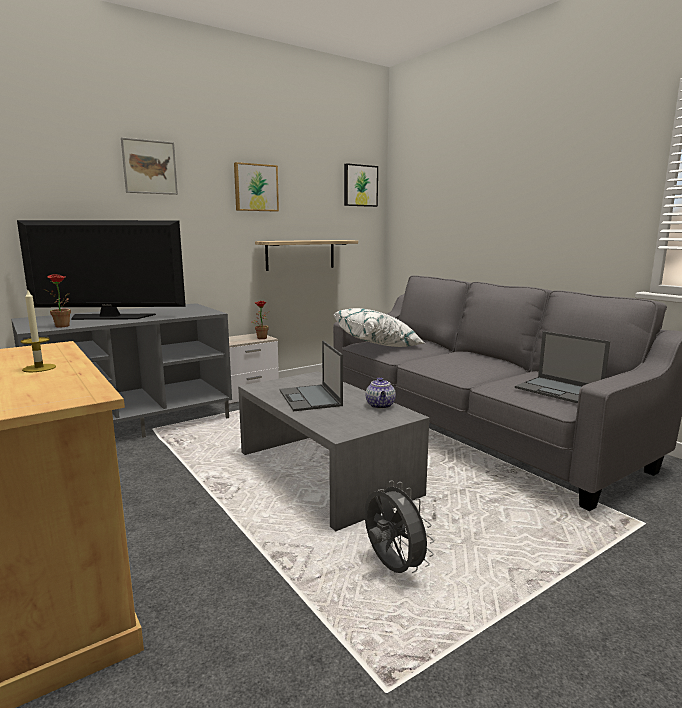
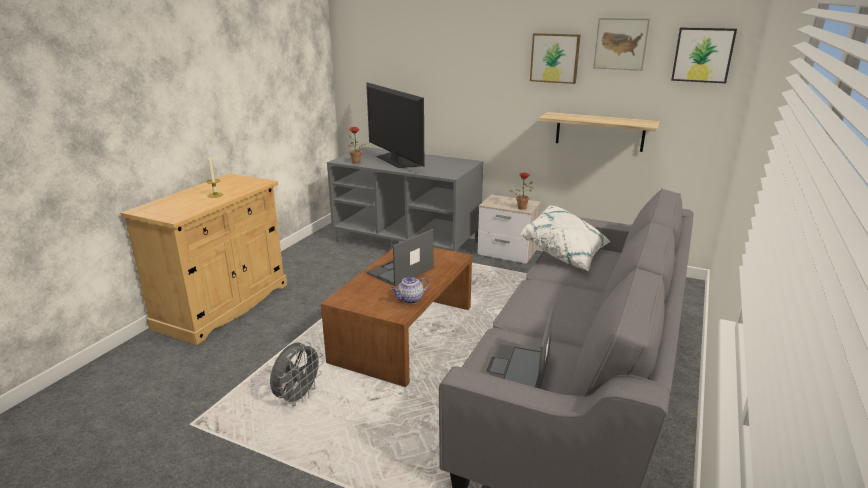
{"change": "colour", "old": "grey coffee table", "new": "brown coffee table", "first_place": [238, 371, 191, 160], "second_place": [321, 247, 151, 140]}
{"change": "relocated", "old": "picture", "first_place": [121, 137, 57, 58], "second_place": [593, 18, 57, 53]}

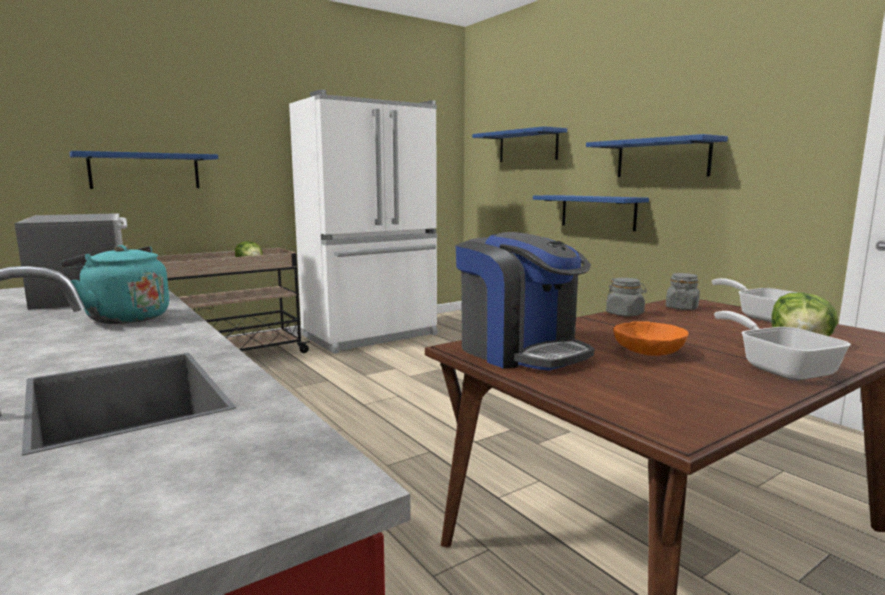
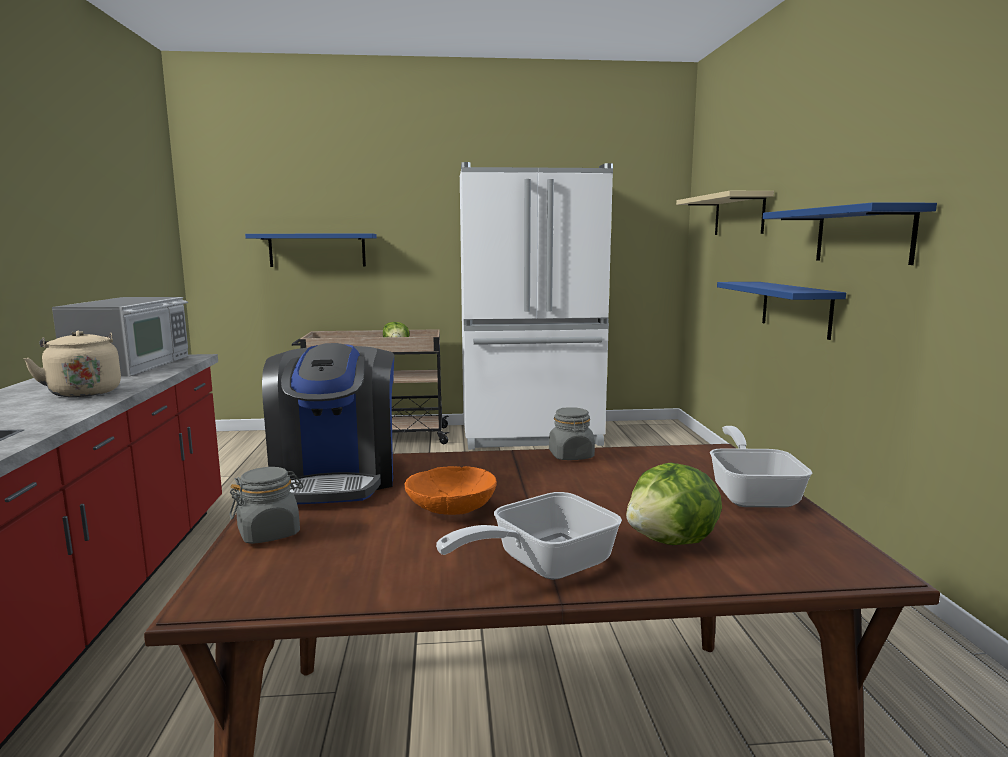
{"change": "colour", "old": "turquoise kettle", "new": "beige kettle", "first_place": [61, 245, 108, 79], "second_place": [23, 331, 98, 66]}
{"change": "relocated", "old": "grey jar", "first_place": [666, 273, 34, 37], "second_place": [229, 467, 75, 77]}
{"change": "spun", "old": "frying pan", "first_place": [714, 311, 137, 70], "second_place": [436, 492, 186, 88], "degrees": -135}
{"change": "colour", "old": "blue shelf", "new": "beige shelf", "first_place": [472, 126, 95, 36], "second_place": [676, 191, 98, 44]}

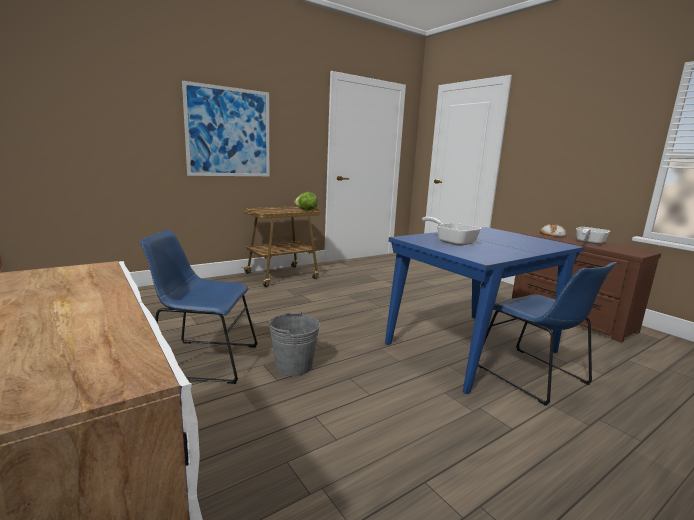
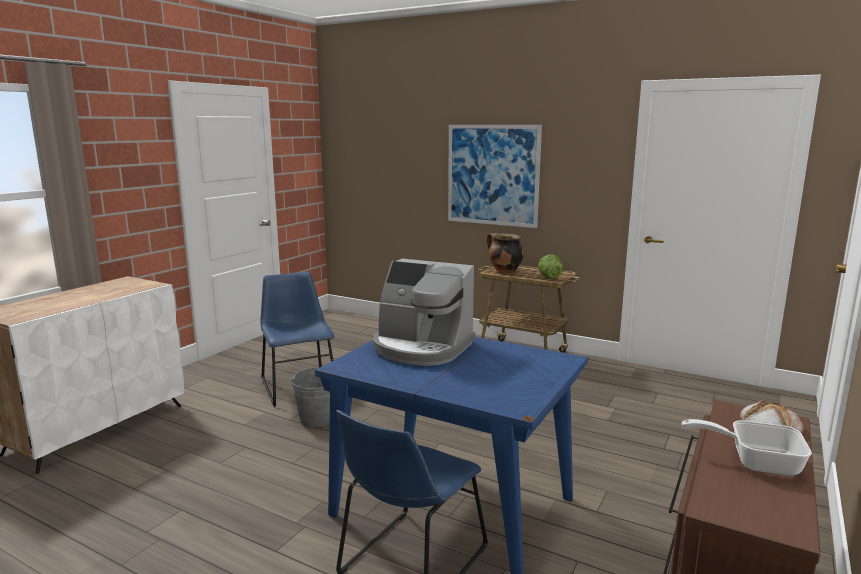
{"change": "exchanged", "old": "frying pan", "new": "coffee machine", "first_place": [422, 217, 59, 29], "second_place": [373, 259, 102, 107]}
{"change": "appeared", "new": "cooking pot", "second_place": [487, 233, 37, 41]}

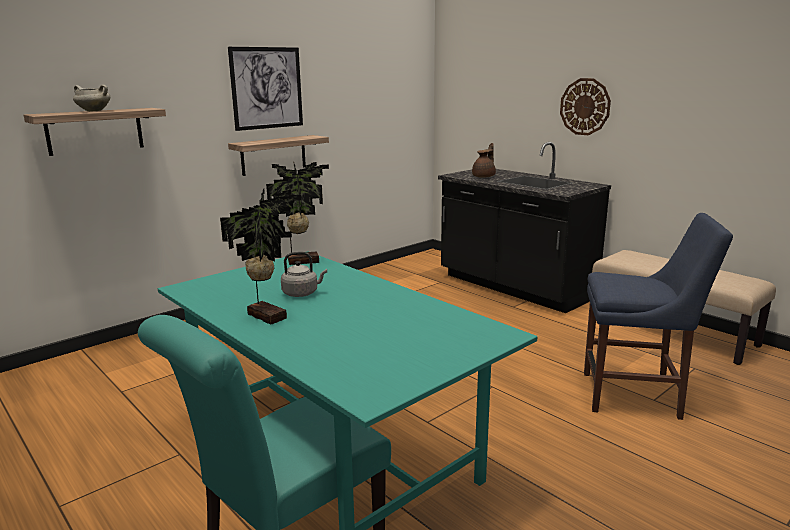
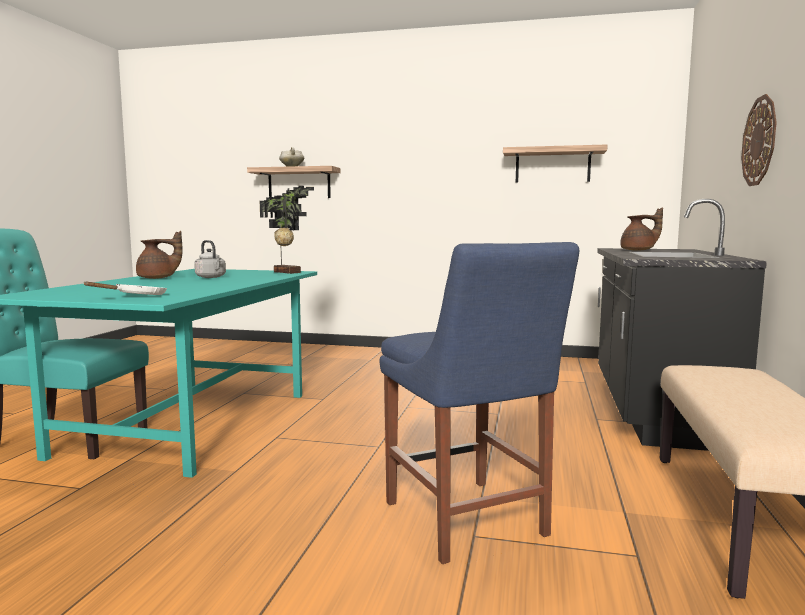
{"change": "appeared", "new": "white frying pan", "second_place": [83, 282, 84, 13]}
{"change": "exchanged", "old": "potted plant", "new": "brown teapot", "first_place": [220, 189, 81, 136], "second_place": [136, 231, 47, 48]}
{"change": "relocated", "old": "shelf", "first_place": [228, 135, 101, 41], "second_place": [503, 145, 105, 38]}
{"change": "missing", "old": "picture", "first_place": [228, 47, 75, 84]}

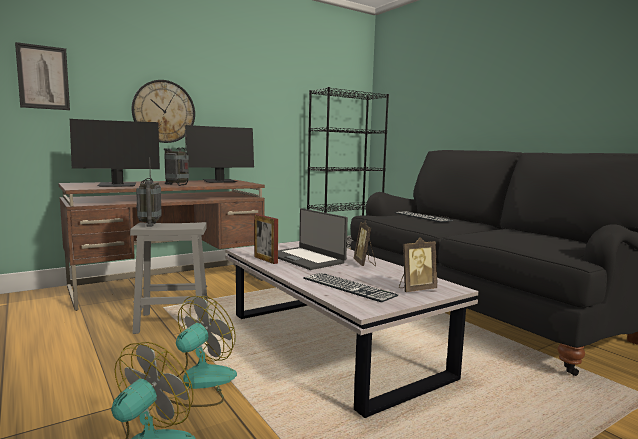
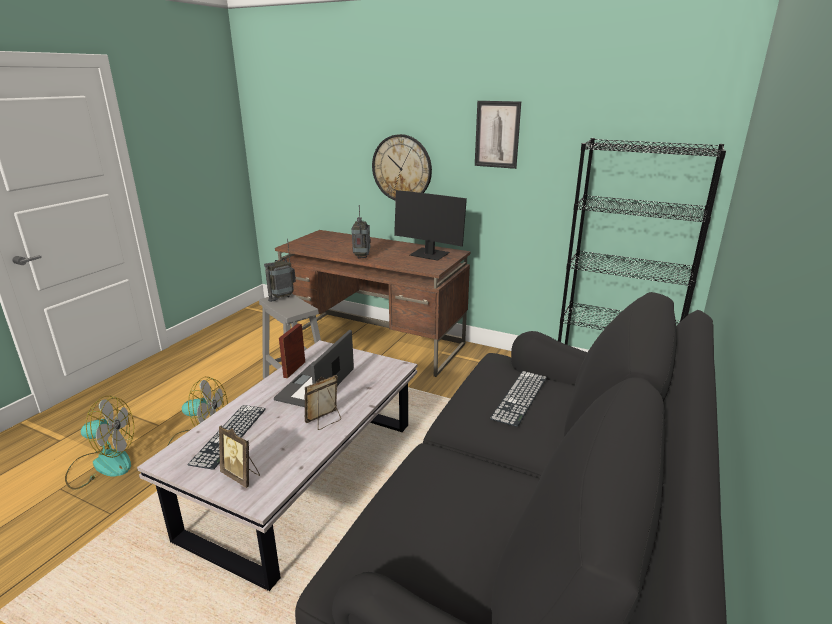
{"change": "relocated", "old": "picture", "first_place": [15, 42, 55, 68], "second_place": [475, 101, 46, 68]}
{"change": "missing", "old": "monitor", "first_place": [70, 119, 90, 68]}

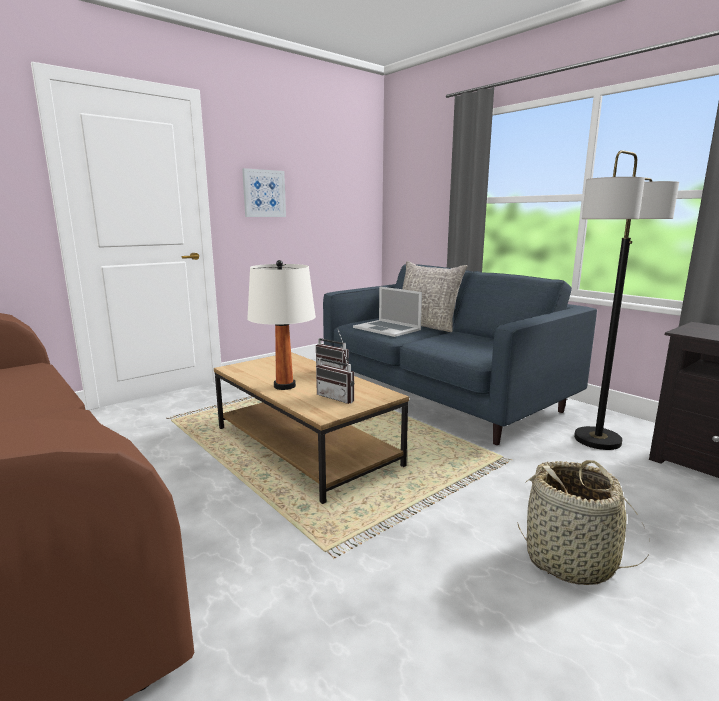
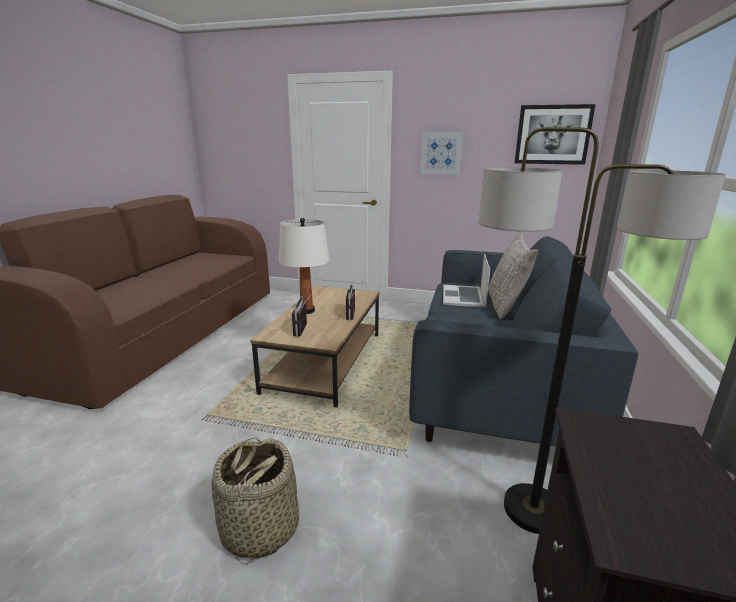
{"change": "appeared", "new": "picture", "second_place": [514, 104, 82, 61]}

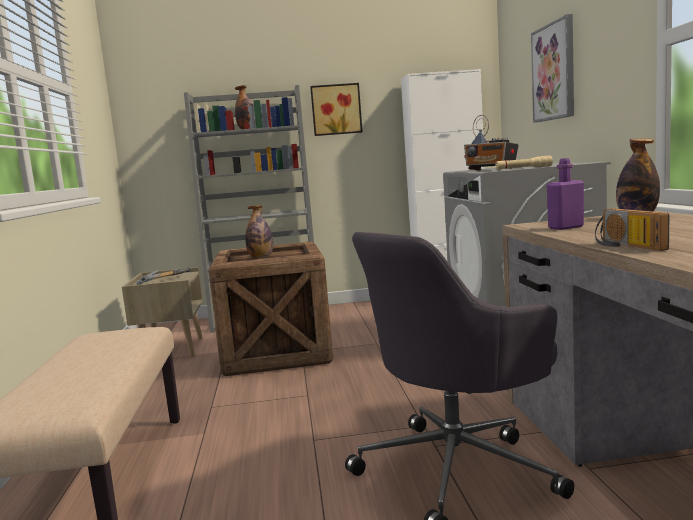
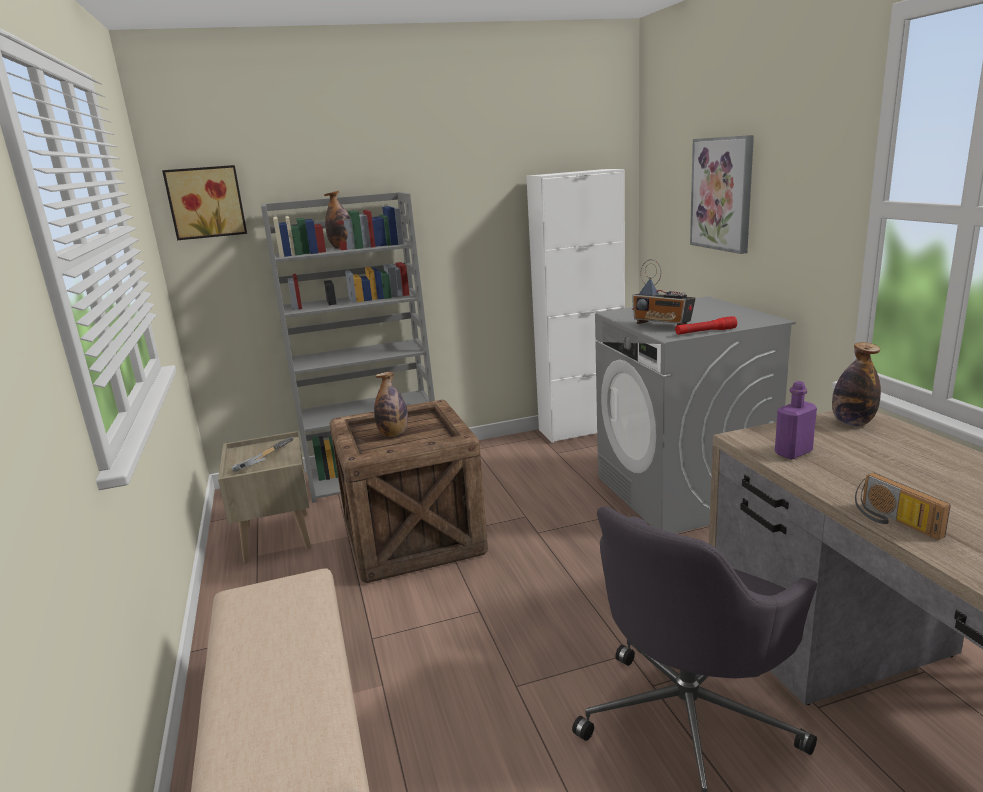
{"change": "relocated", "old": "picture", "first_place": [310, 83, 52, 53], "second_place": [162, 165, 85, 75]}
{"change": "colour", "old": "beige flashlight", "new": "red flashlight", "first_place": [495, 156, 58, 13], "second_place": [675, 316, 62, 19]}

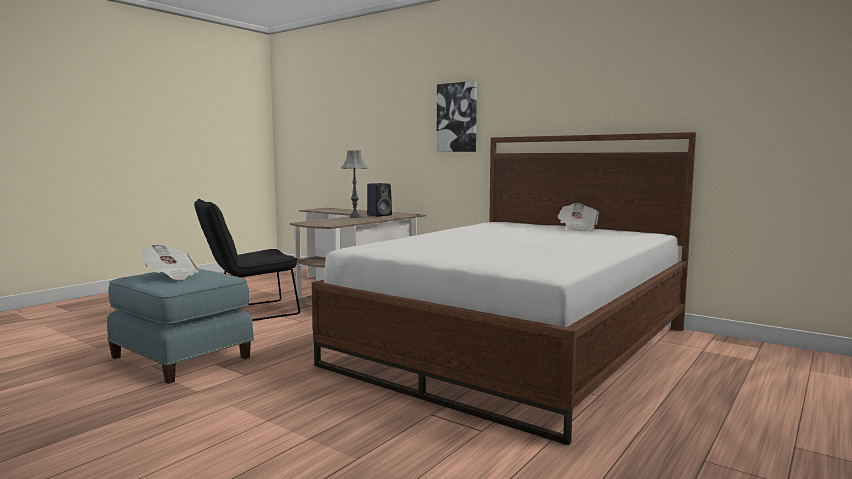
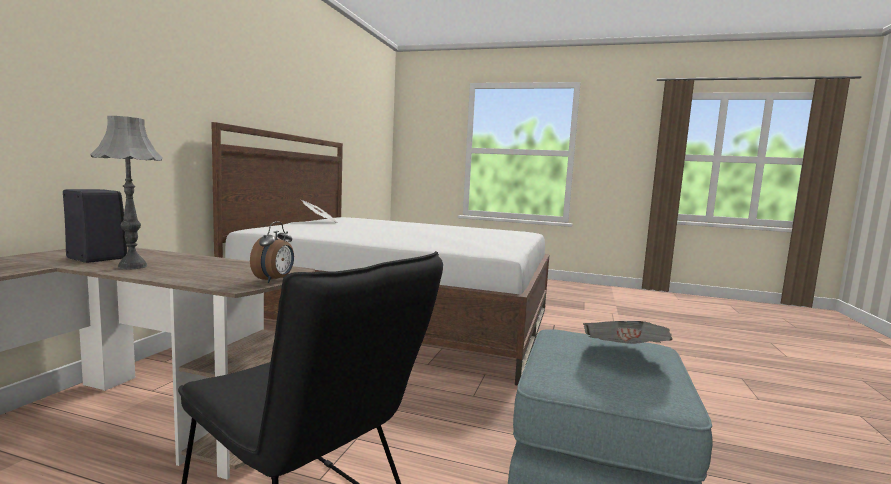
{"change": "appeared", "new": "alarm clock", "second_place": [250, 222, 44, 61]}
{"change": "missing", "old": "picture", "first_place": [437, 81, 40, 71]}

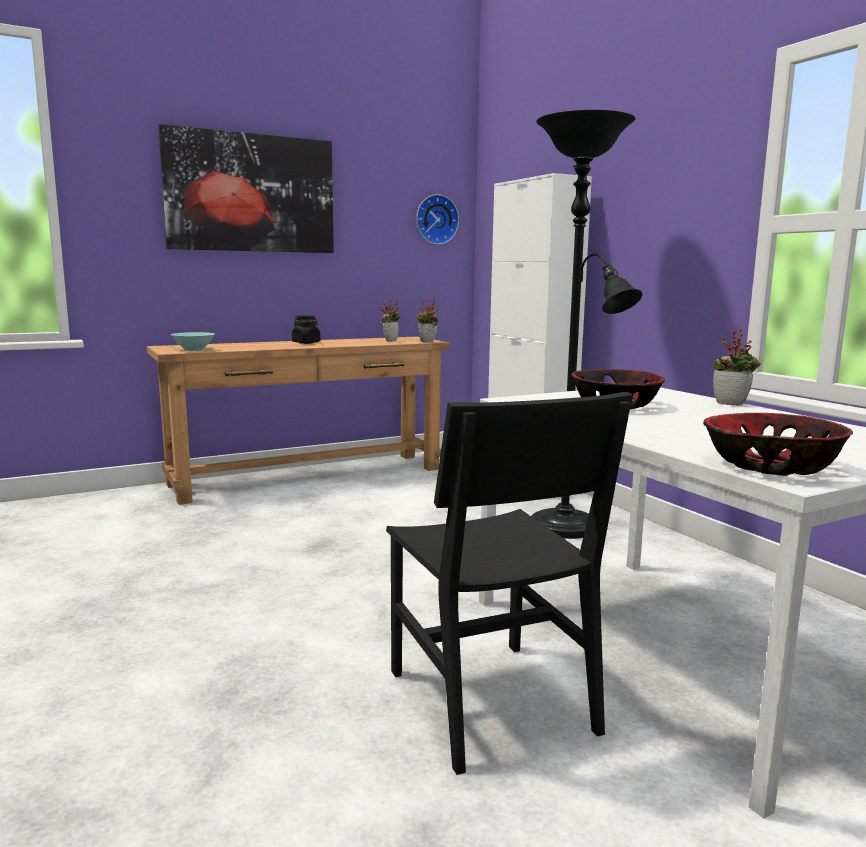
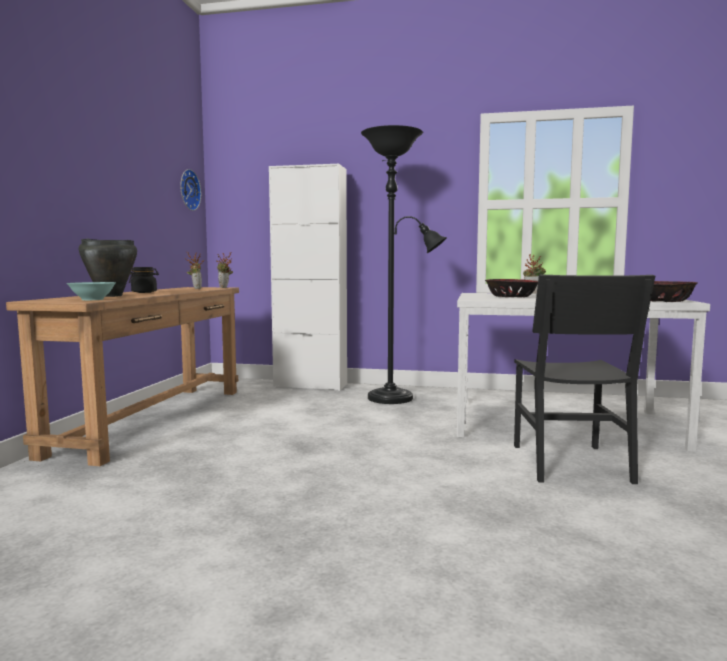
{"change": "appeared", "new": "black cooking pot", "second_place": [79, 239, 58, 58]}
{"change": "spun", "old": "black chair", "first_place": [386, 392, 247, 383], "second_place": [514, 274, 141, 210], "degrees": 75}
{"change": "missing", "old": "picture", "first_place": [158, 124, 176, 129]}

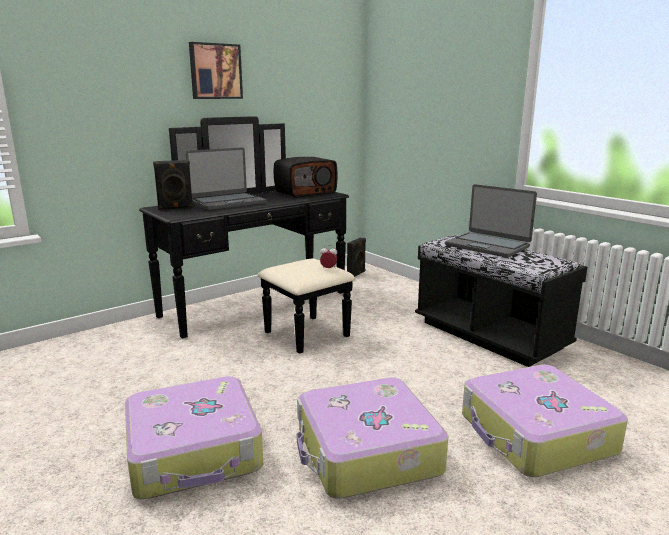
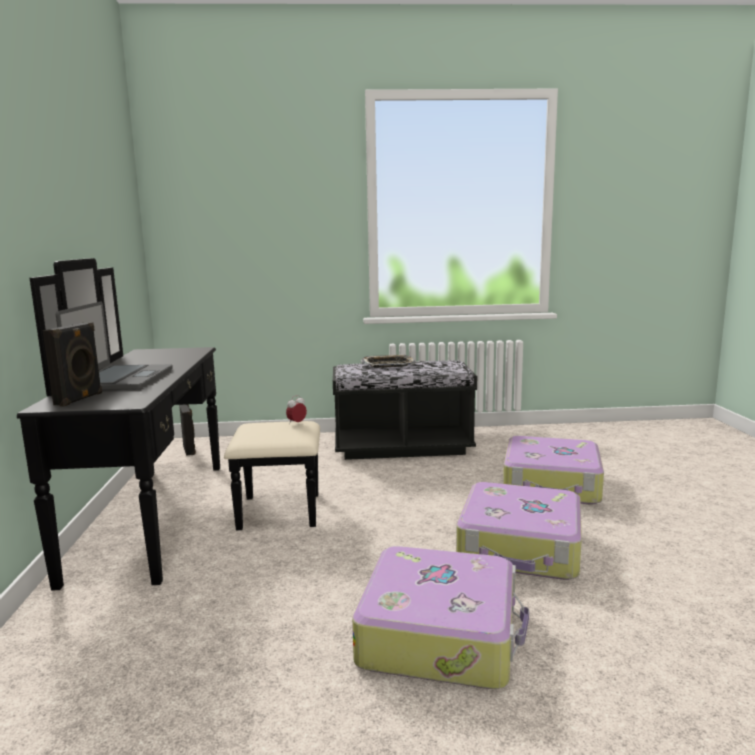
{"change": "exchanged", "old": "laptop", "new": "tray", "first_place": [445, 184, 92, 74], "second_place": [361, 354, 54, 14]}
{"change": "missing", "old": "picture", "first_place": [189, 42, 54, 57]}
{"change": "missing", "old": "radio", "first_place": [274, 157, 64, 41]}

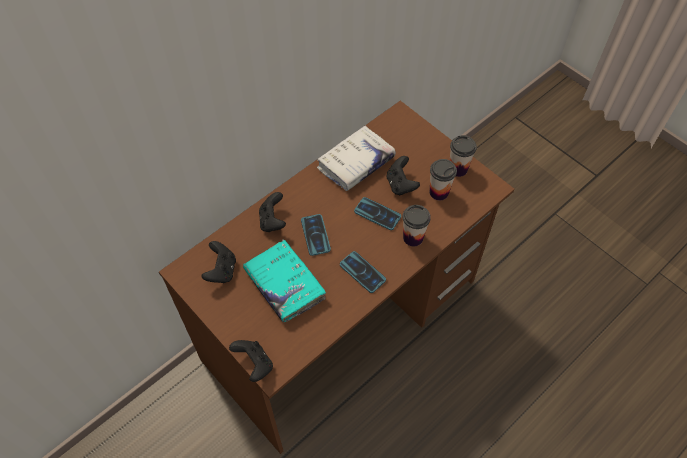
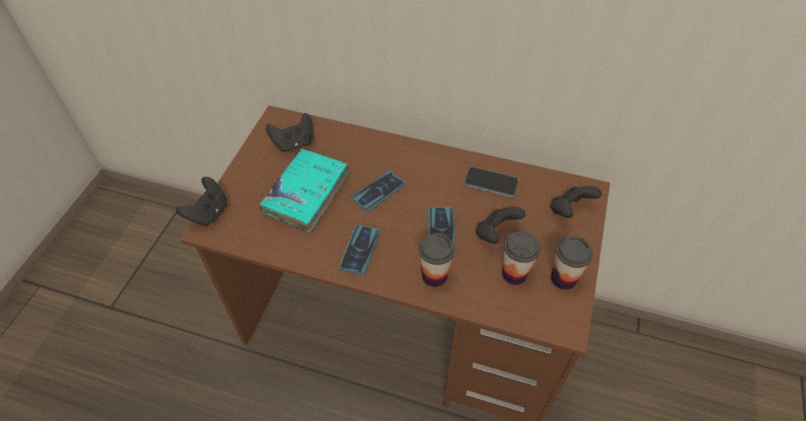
{"change": "exchanged", "old": "white book", "new": "phone", "first_place": [317, 126, 79, 65], "second_place": [464, 167, 55, 30]}
{"change": "relocated", "old": "black game controller", "first_place": [259, 192, 27, 40], "second_place": [550, 186, 52, 32]}

